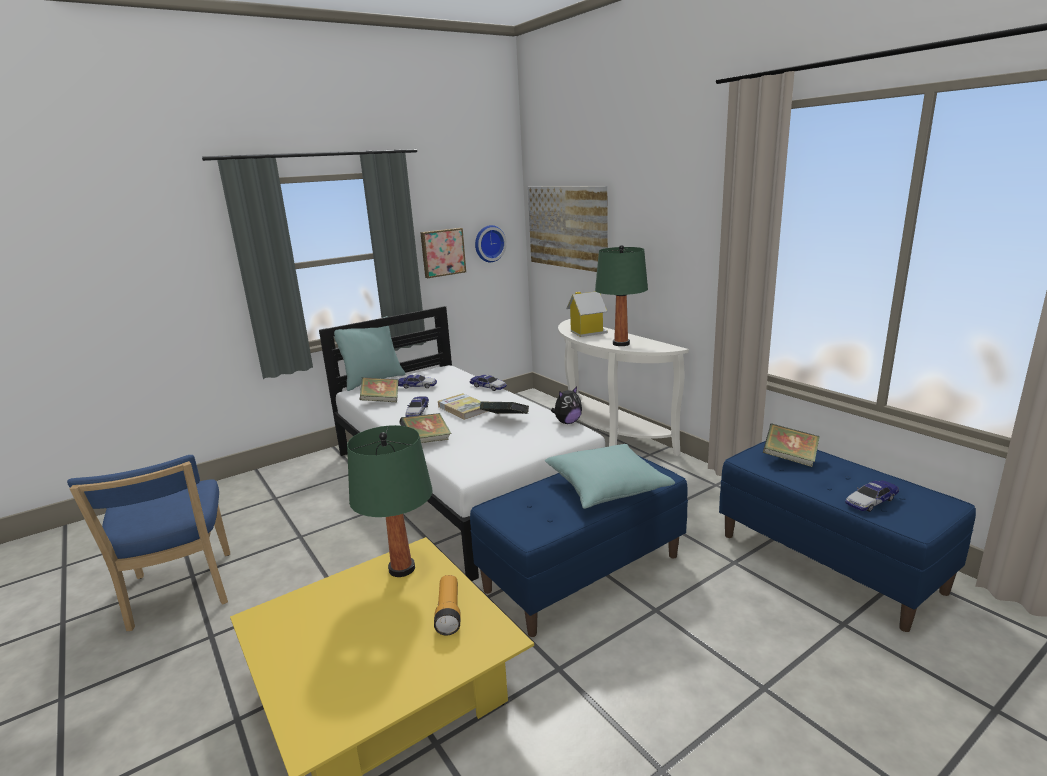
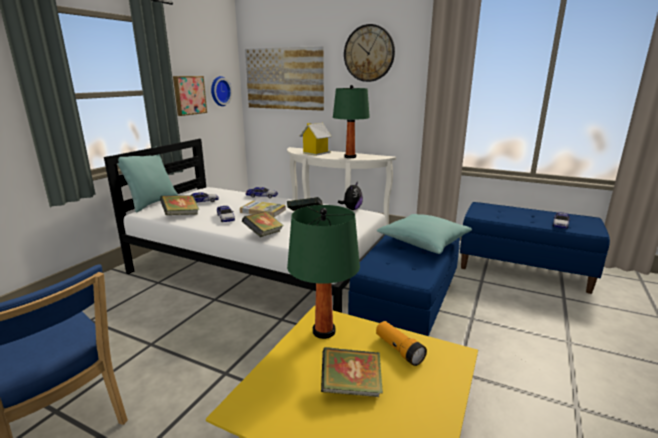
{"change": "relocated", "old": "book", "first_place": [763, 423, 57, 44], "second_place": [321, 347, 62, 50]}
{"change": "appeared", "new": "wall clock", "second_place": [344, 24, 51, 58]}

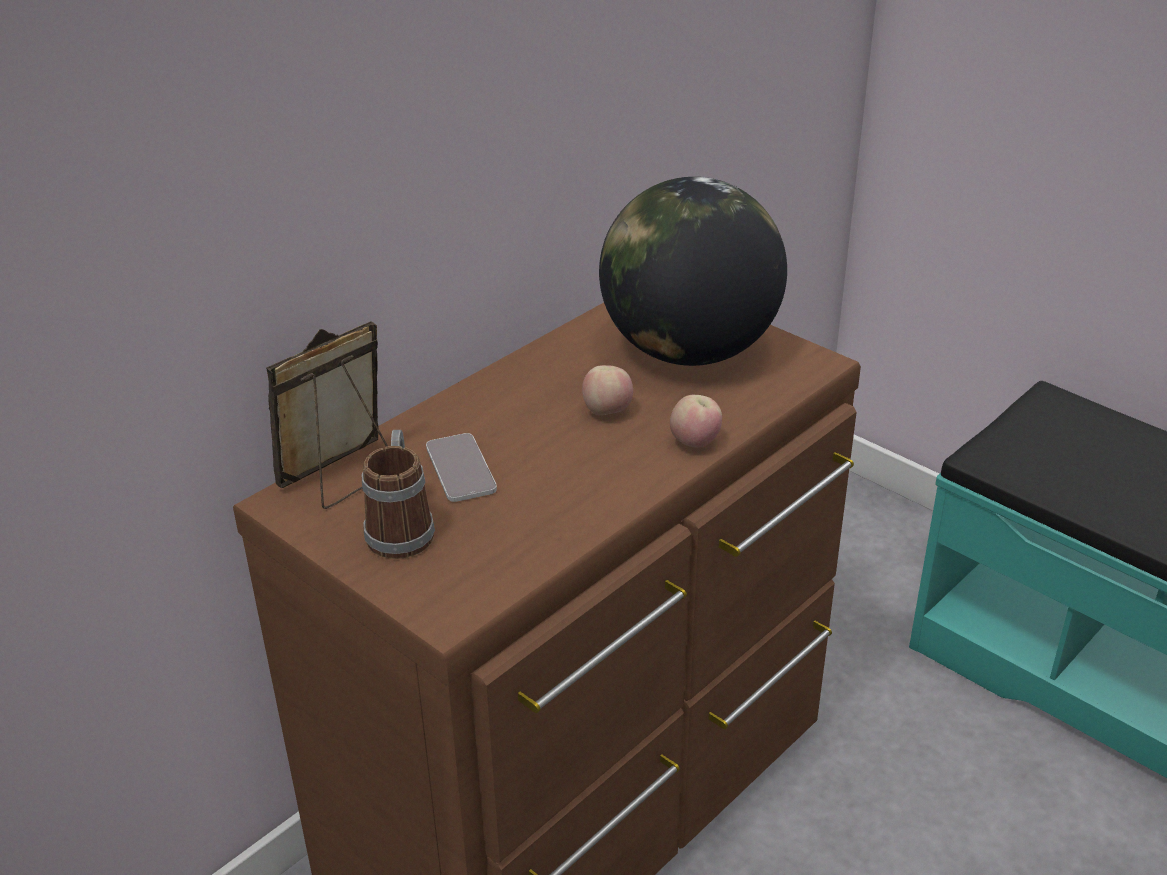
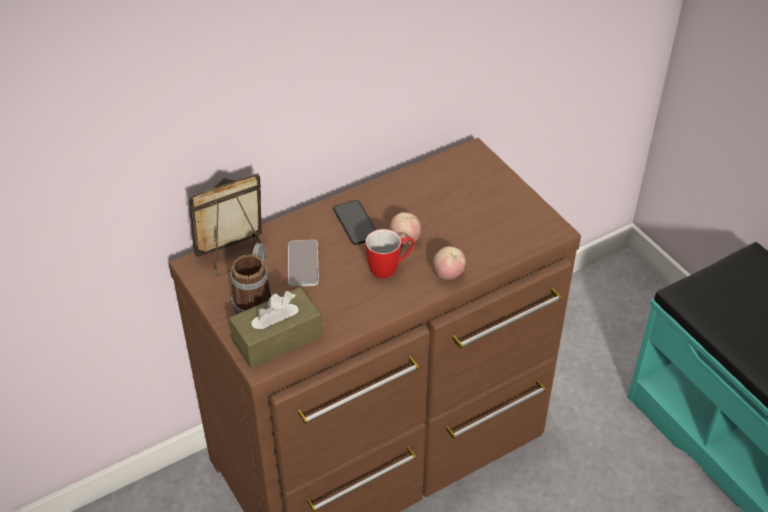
{"change": "appeared", "new": "brown tissue box", "second_place": [229, 287, 93, 82]}
{"change": "appeared", "new": "phone", "second_place": [333, 200, 43, 45]}
{"change": "appeared", "new": "mug", "second_place": [365, 229, 50, 50]}
{"change": "missing", "old": "globe", "first_place": [599, 177, 188, 189]}

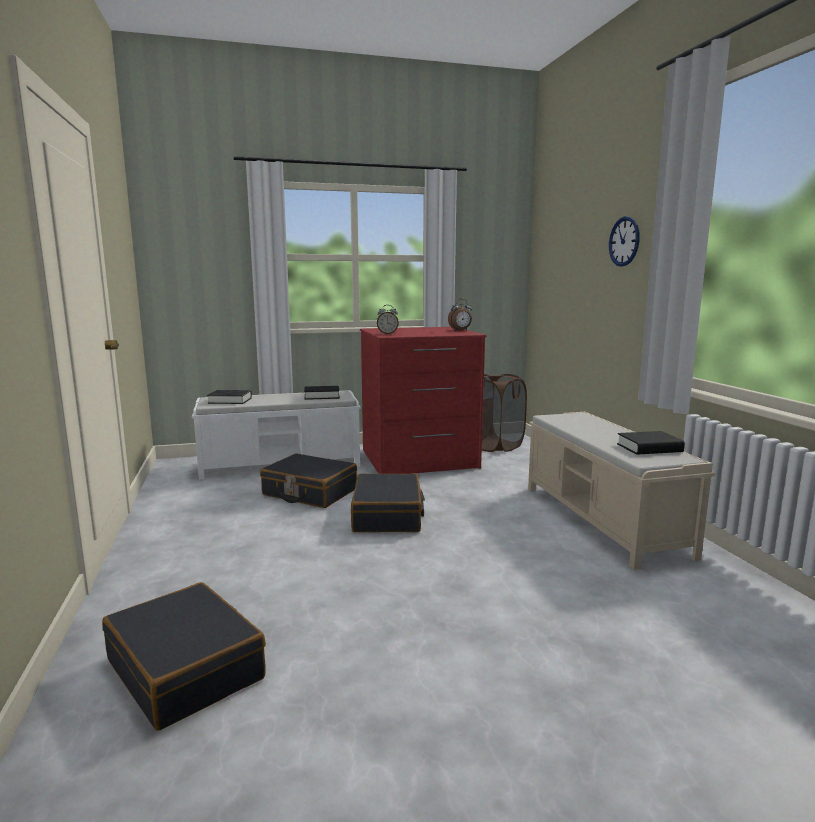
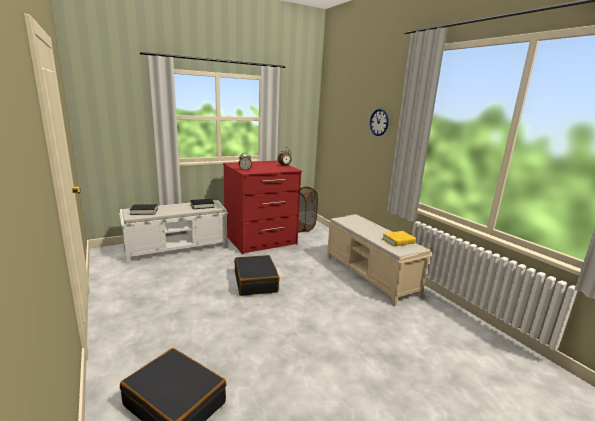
{"change": "colour", "old": "black book", "new": "yellow book", "first_place": [617, 431, 68, 24], "second_place": [383, 231, 33, 15]}
{"change": "missing", "old": "black suitcase", "first_place": [260, 453, 97, 55]}

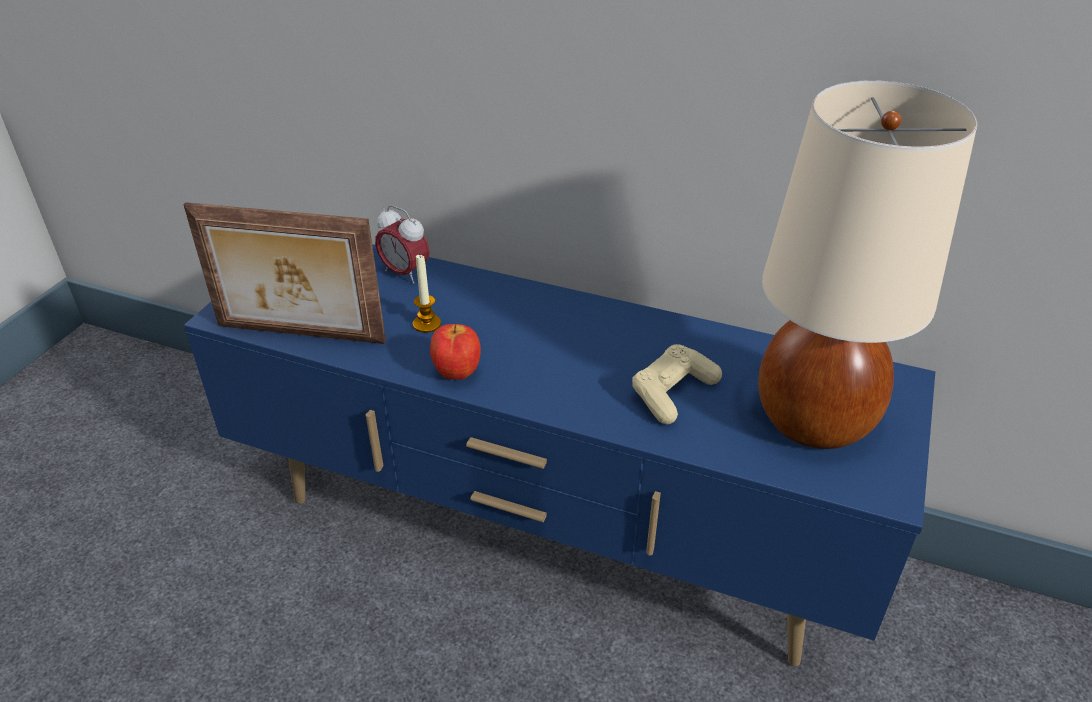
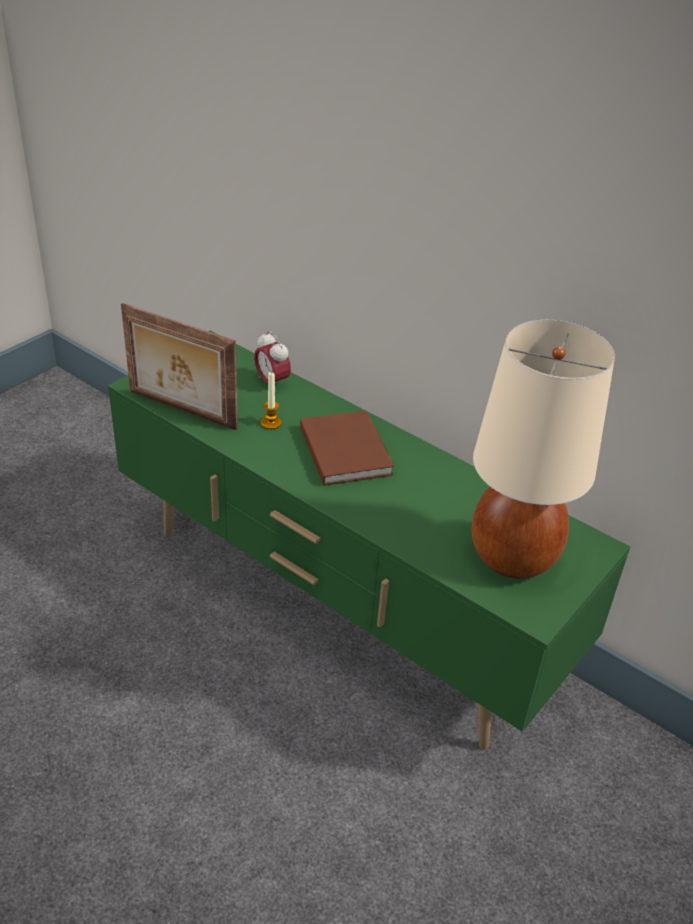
{"change": "colour", "old": "blue tv stand", "new": "green tv stand", "first_place": [184, 244, 751, 422], "second_place": [108, 331, 522, 418]}
{"change": "appeared", "new": "brown book", "second_place": [300, 410, 94, 76]}
{"change": "missing", "old": "apple", "first_place": [430, 324, 51, 56]}
{"change": "missing", "old": "beige game controller", "first_place": [632, 344, 90, 80]}

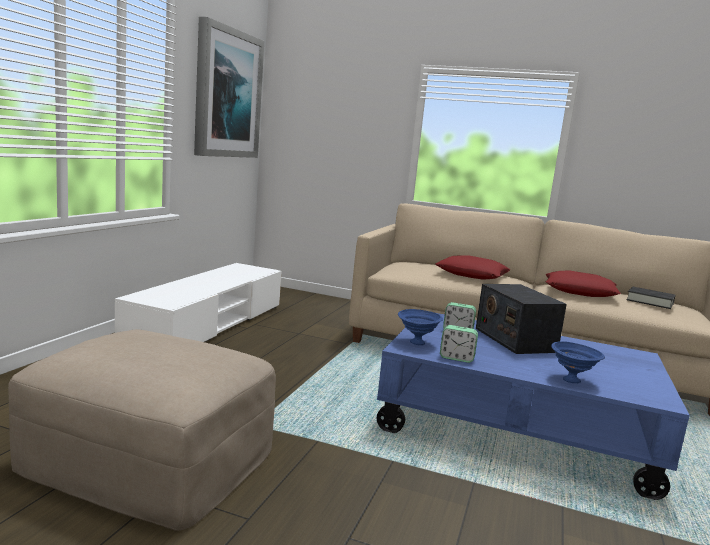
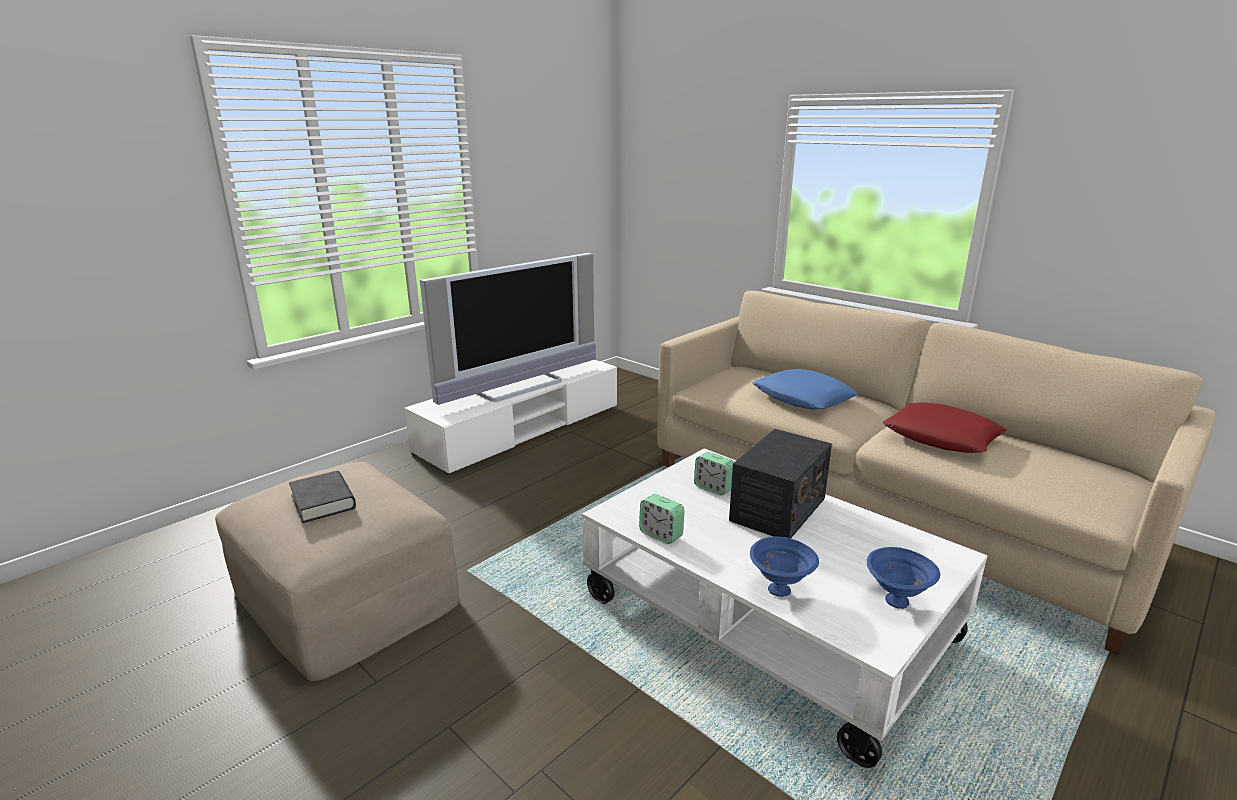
{"change": "relocated", "old": "black book", "first_place": [626, 286, 50, 23], "second_place": [289, 471, 67, 52]}
{"change": "appeared", "new": "television", "second_place": [420, 253, 176, 152]}
{"change": "colour", "old": "blue coffee table", "new": "white coffee table", "first_place": [377, 313, 313, 187], "second_place": [582, 448, 406, 320]}
{"change": "spun", "old": "radio", "first_place": [476, 284, 91, 70], "second_place": [729, 429, 103, 109], "degrees": -150}
{"change": "colour", "old": "red pillow", "new": "blue pillow", "first_place": [435, 255, 75, 24], "second_place": [753, 369, 105, 40]}
{"change": "relocated", "old": "blue bowl", "first_place": [398, 309, 45, 36], "second_place": [867, 547, 73, 62]}
{"change": "missing", "old": "picture", "first_place": [194, 17, 70, 141]}

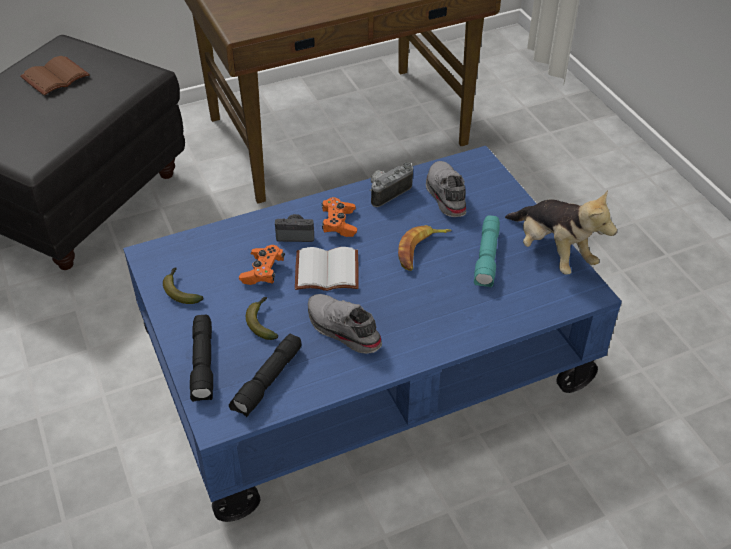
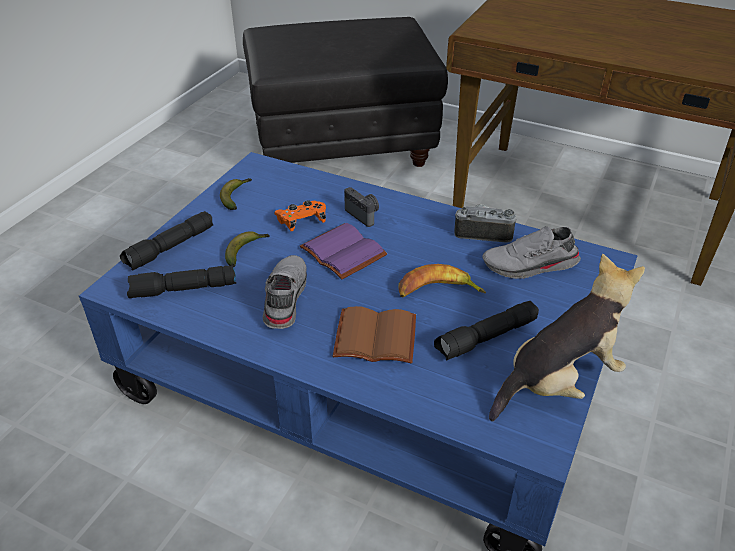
{"change": "colour", "old": "white book", "new": "purple book", "first_place": [295, 247, 64, 44], "second_place": [300, 223, 87, 56]}
{"change": "relocated", "old": "brown book", "first_place": [21, 56, 69, 40], "second_place": [333, 306, 83, 57]}
{"change": "colour", "old": "turquoise flashlight", "new": "black flashlight", "first_place": [474, 215, 26, 72], "second_place": [434, 301, 105, 60]}
{"change": "spun", "old": "grey shoe", "first_place": [426, 161, 40, 56], "second_place": [482, 226, 99, 53], "degrees": -135}
{"change": "spun", "old": "plush toy", "first_place": [505, 190, 112, 85], "second_place": [489, 253, 156, 168], "degrees": -135}
{"change": "missing", "old": "orange game controller", "first_place": [321, 197, 36, 40]}

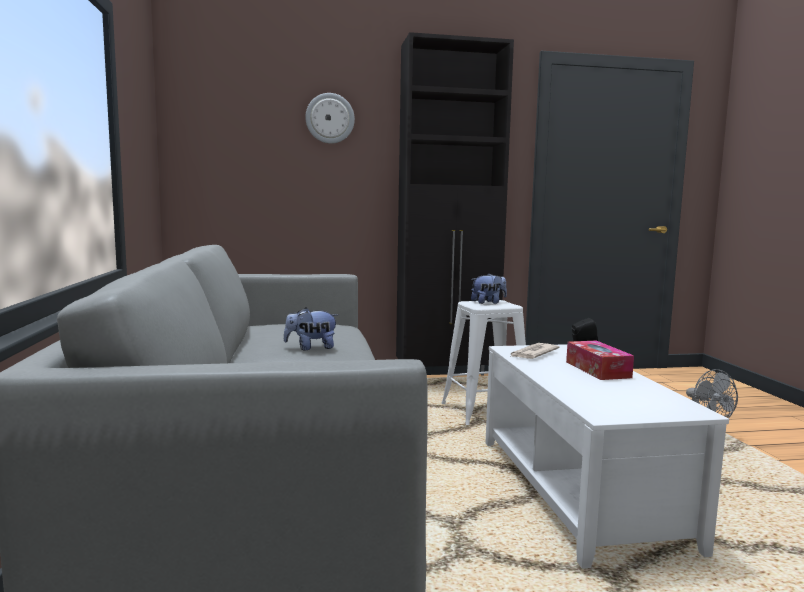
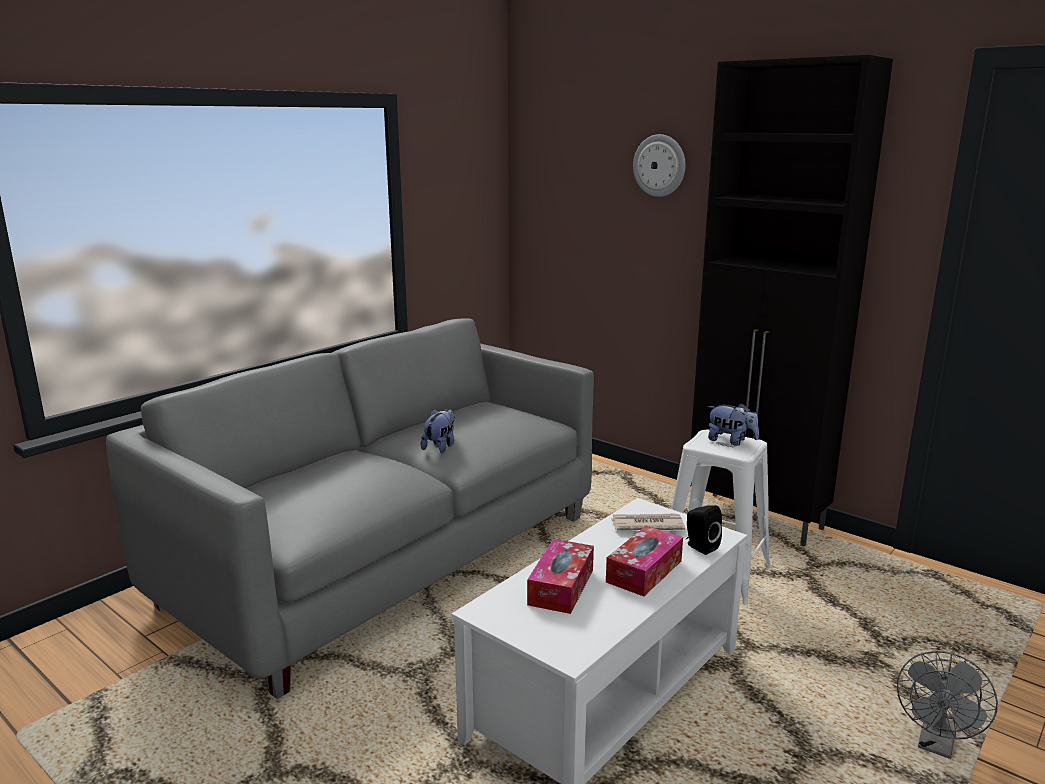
{"change": "spun", "old": "plush toy", "first_place": [284, 308, 54, 42], "second_place": [421, 409, 34, 44], "degrees": 75}
{"change": "appeared", "new": "tissue box", "second_place": [527, 539, 67, 75]}

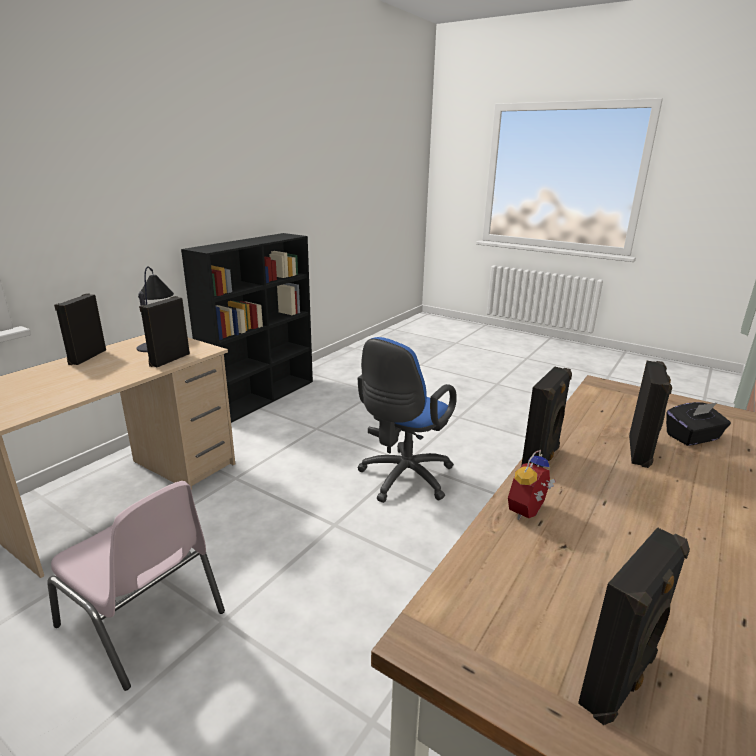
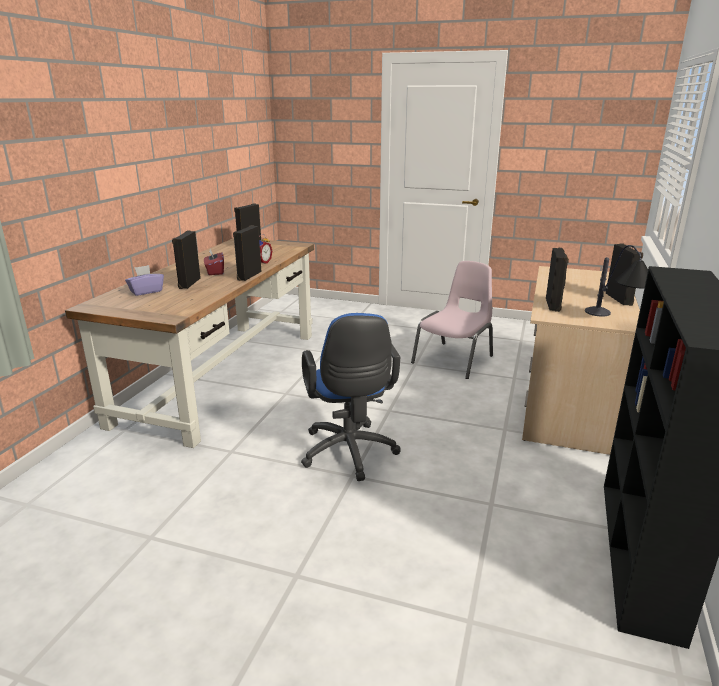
{"change": "colour", "old": "black tissue box", "new": "purple tissue box", "first_place": [666, 402, 65, 44], "second_place": [125, 265, 39, 31]}
{"change": "appeared", "new": "red tissue box", "second_place": [204, 249, 20, 26]}
{"change": "spun", "old": "blue office chair", "first_place": [357, 337, 100, 166], "second_place": [301, 313, 99, 168], "degrees": 150}
{"change": "spun", "old": "pink chair", "first_place": [47, 481, 178, 210], "second_place": [411, 261, 82, 118], "degrees": 105}

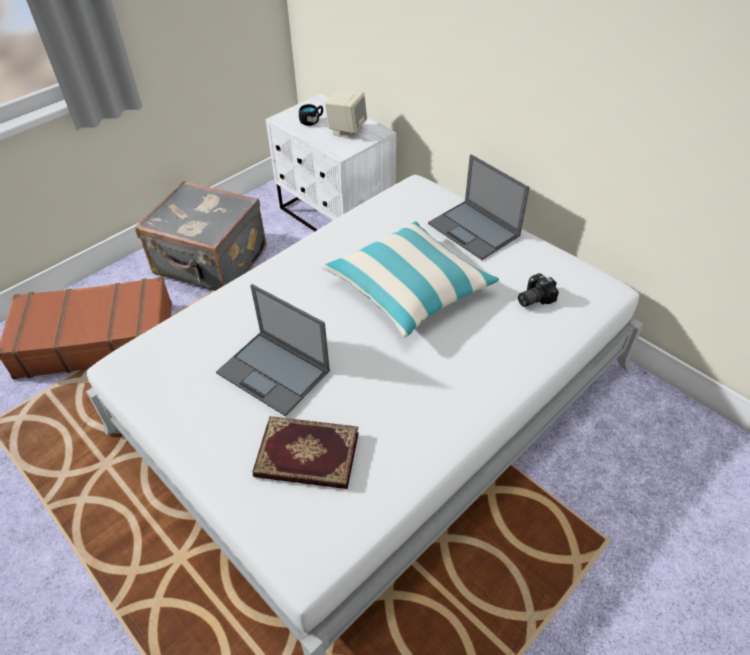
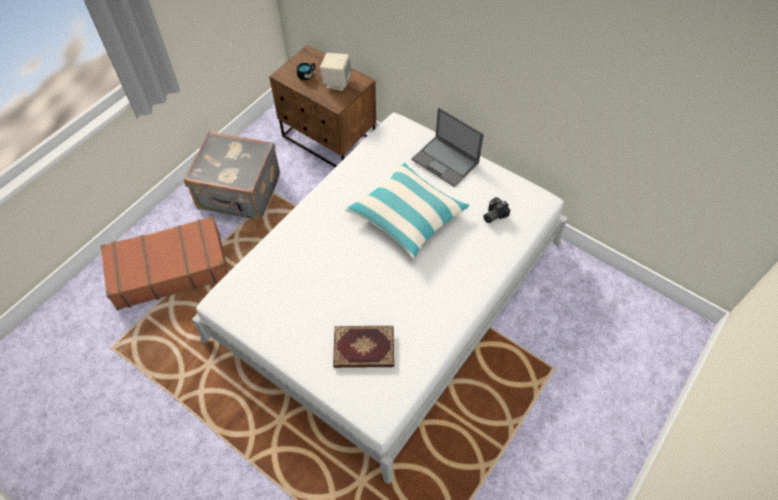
{"change": "colour", "old": "white nightstand", "new": "brown nightstand", "first_place": [265, 94, 131, 137], "second_place": [269, 45, 107, 122]}
{"change": "missing", "old": "laptop", "first_place": [216, 284, 114, 133]}

